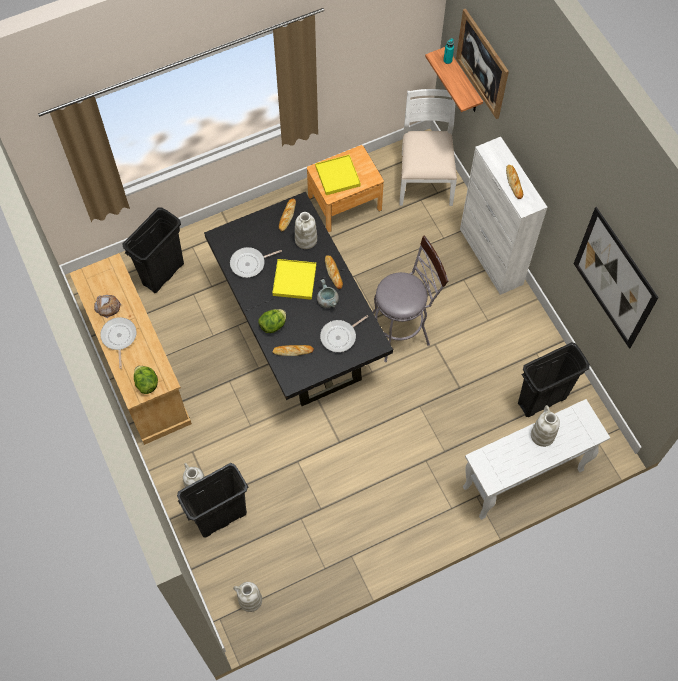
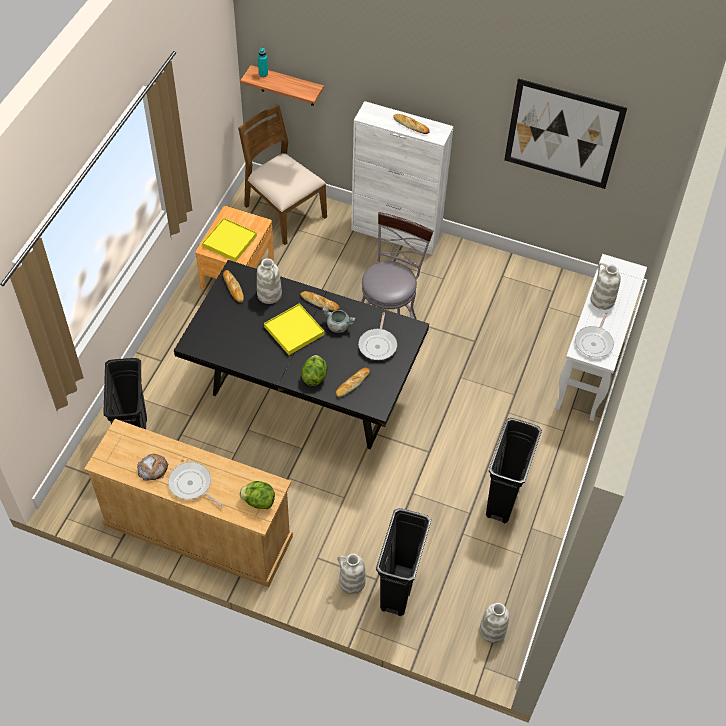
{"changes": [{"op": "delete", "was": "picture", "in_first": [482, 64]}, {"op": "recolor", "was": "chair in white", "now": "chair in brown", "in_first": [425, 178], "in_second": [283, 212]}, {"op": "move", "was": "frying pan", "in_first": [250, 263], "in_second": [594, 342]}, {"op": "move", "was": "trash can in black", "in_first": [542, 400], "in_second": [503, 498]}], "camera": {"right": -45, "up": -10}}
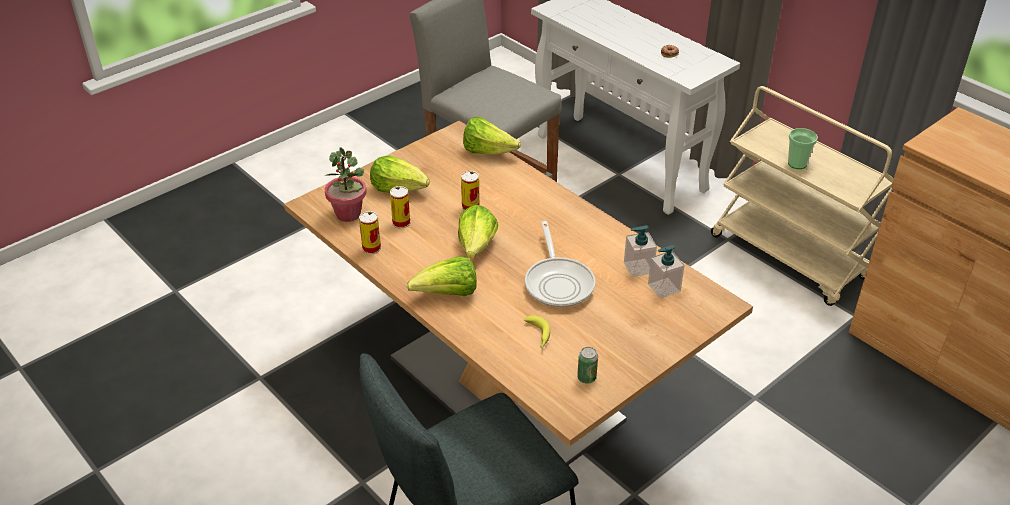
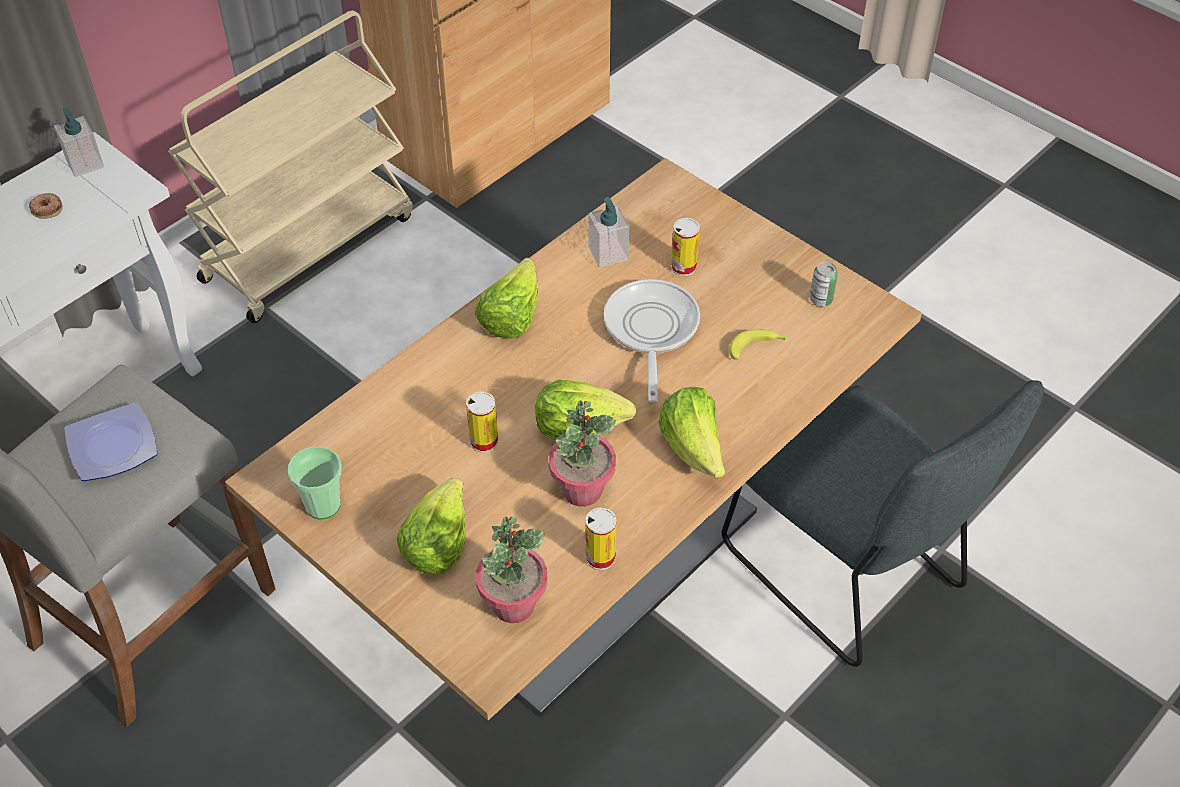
{"changes": [{"op": "move", "was": "lettuce", "in_first": [488, 152], "in_second": [511, 317]}, {"op": "move", "was": "cup", "in_first": [797, 164], "in_second": [323, 505]}, {"op": "move", "was": "can", "in_first": [401, 222], "in_second": [683, 267]}, {"op": "rotate", "was": "frying pan", "in_first": [558, 283], "in_second": [650, 331], "clockwise": -75}, {"op": "move", "was": "soap dispenser", "in_first": [663, 288], "in_second": [85, 164]}, {"op": "insert", "now": "potted plant", "in_second": [582, 490]}, {"op": "insert", "now": "plate", "in_second": [111, 446]}], "camera": {"right": -95, "up": 10}}
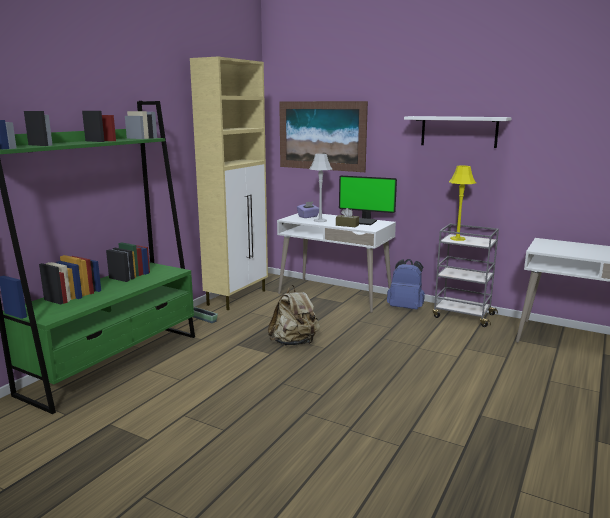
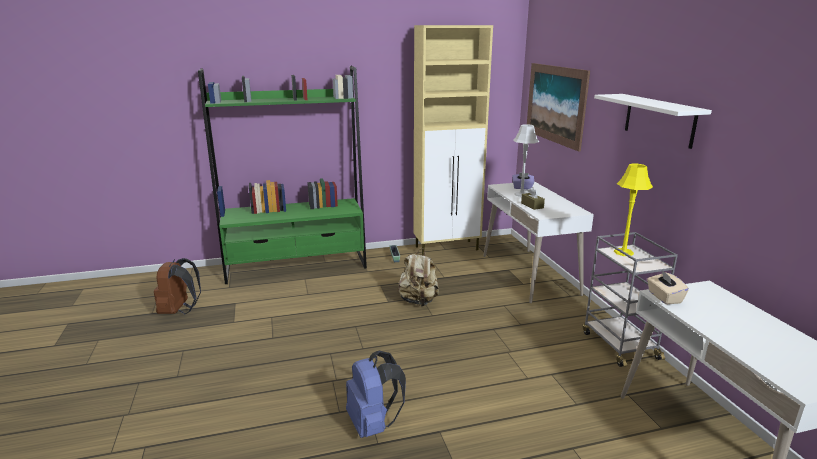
{"changes": [{"op": "delete", "was": "monitor", "in_first": [364, 222]}, {"op": "move", "was": "backpack in blue", "in_first": [406, 308], "in_second": [373, 424]}, {"op": "insert", "now": "backpack in brown", "in_second": [179, 311]}, {"op": "insert", "now": "tissue box in beige", "in_second": [664, 297]}], "camera": {"right": 45, "up": 5}}
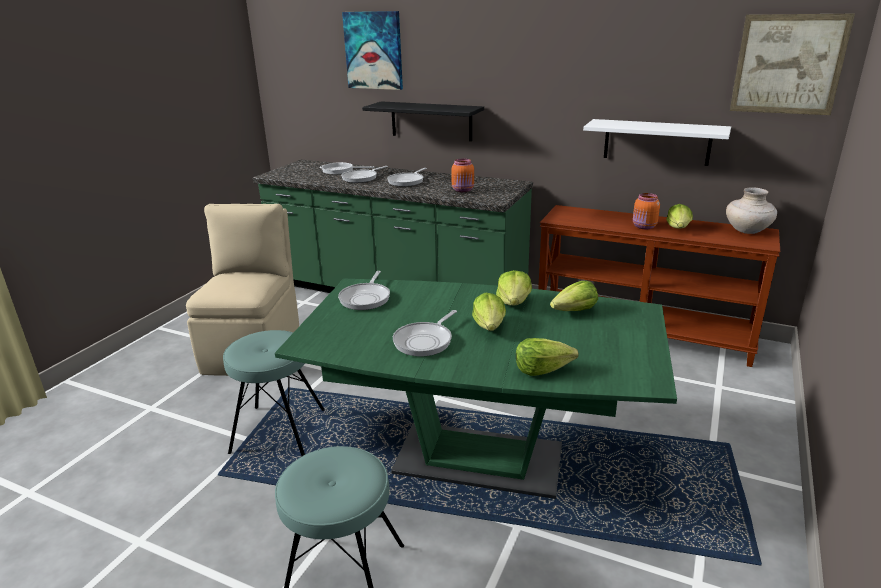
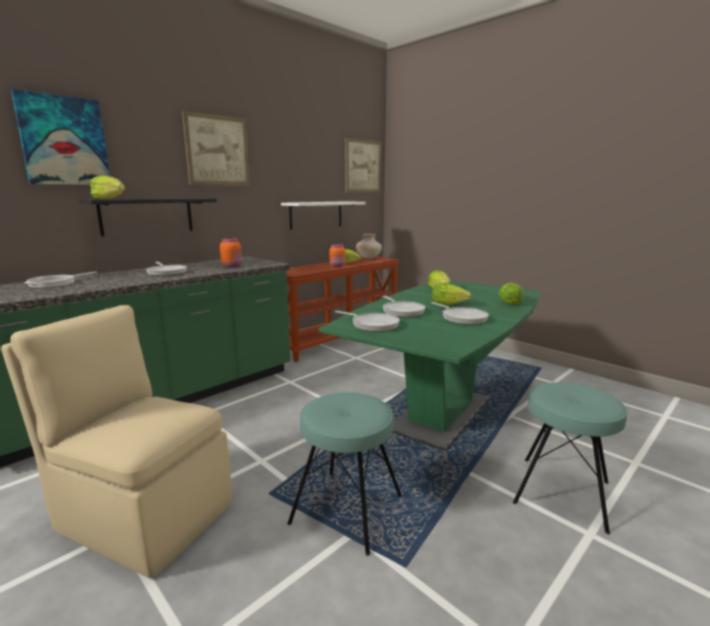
{"changes": [{"op": "move", "was": "frying pan", "in_first": [361, 178], "in_second": [402, 311]}, {"op": "move", "was": "lettuce", "in_first": [514, 302], "in_second": [110, 199]}, {"op": "insert", "now": "picture", "in_second": [217, 150]}], "camera": {"right": -70, "up": -10}}
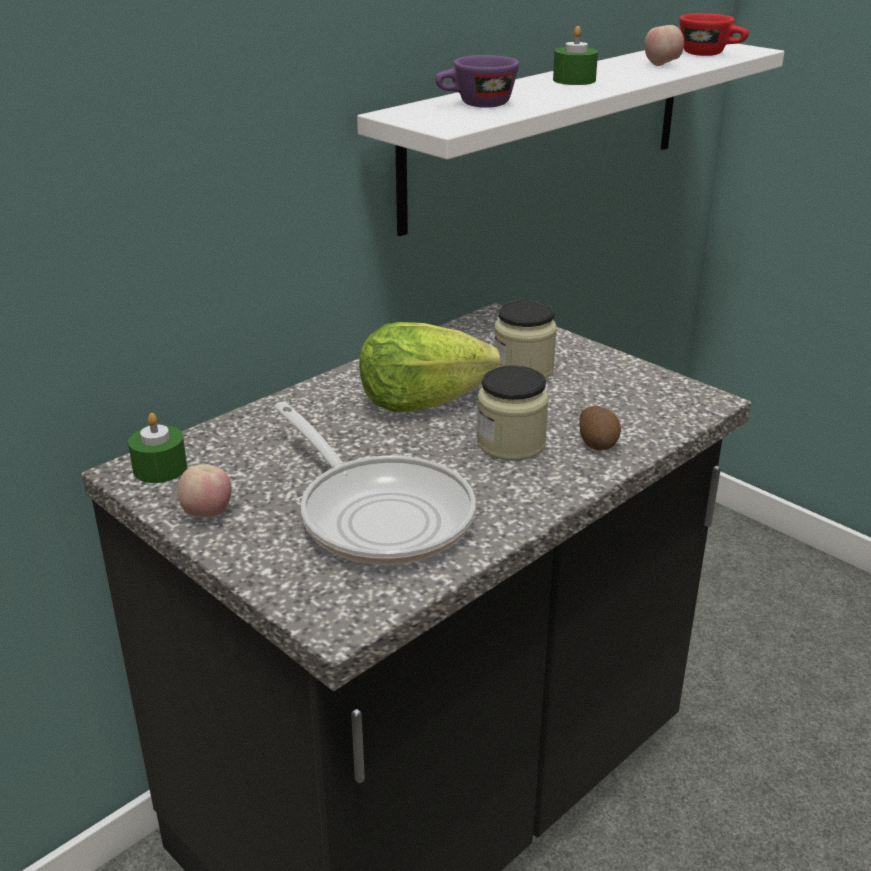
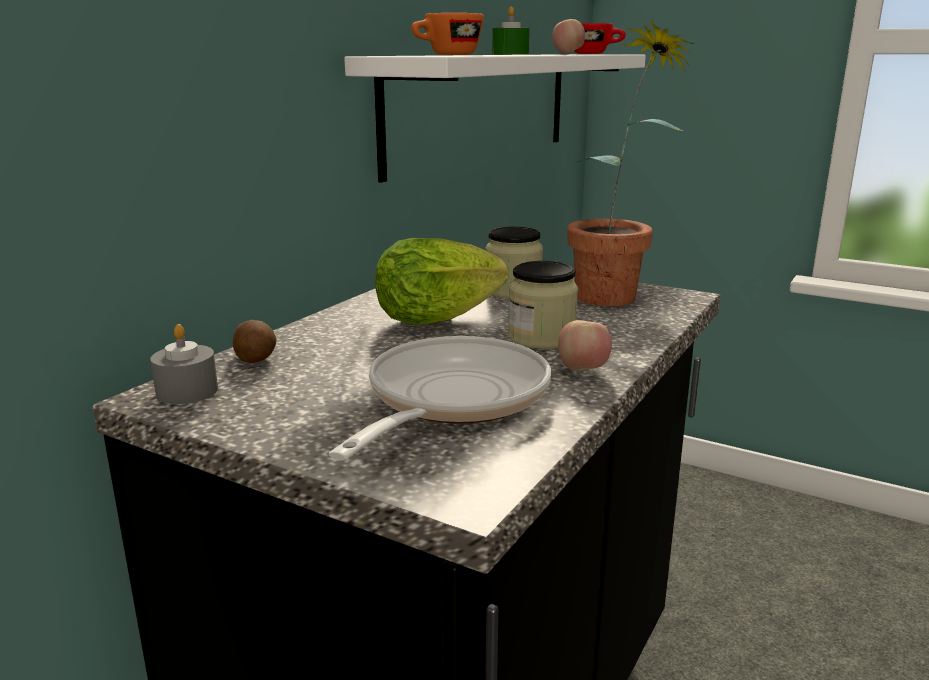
{"changes": [{"op": "recolor", "was": "cup in purple", "now": "cup in orange", "in_first": [476, 105], "in_second": [447, 54]}, {"op": "rotate", "was": "frying pan", "in_first": [379, 514], "in_second": [450, 400], "clockwise": -105}, {"op": "move", "was": "potato", "in_first": [598, 443], "in_second": [256, 358]}, {"op": "recolor", "was": "candle in green", "now": "candle in grey", "in_first": [160, 468], "in_second": [187, 391]}, {"op": "move", "was": "apple", "in_first": [207, 514], "in_second": [583, 371]}, {"op": "insert", "now": "potted plant", "in_second": [617, 293]}], "camera": {"right": -15, "up": -10}}
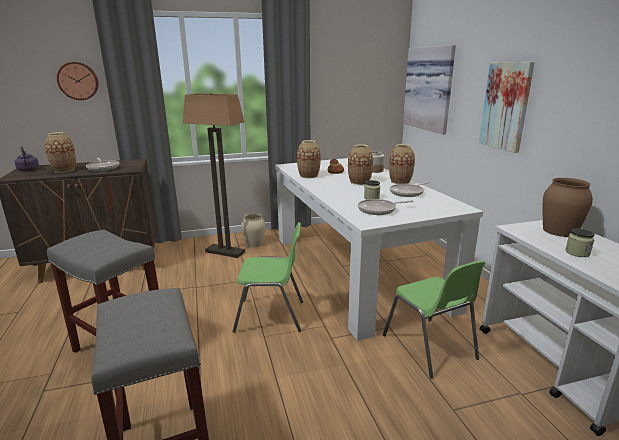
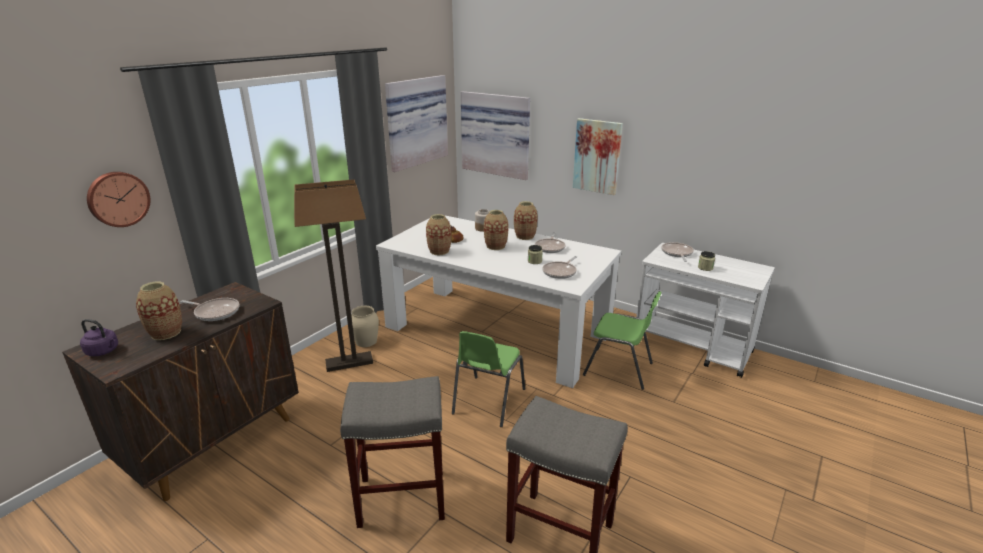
{"changes": [{"op": "replace", "was": "vase in brown", "now": "frying pan", "in_first": [559, 231], "in_second": [677, 253]}, {"op": "rotate", "was": "chair in green", "in_first": [271, 316], "in_second": [487, 401], "clockwise": 150}, {"op": "insert", "now": "picture", "in_second": [415, 121]}], "camera": {"right": -40, "up": 5}}
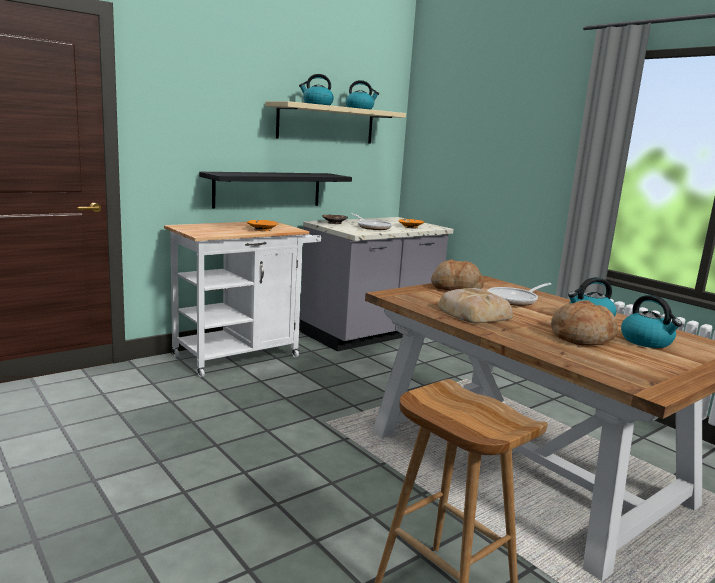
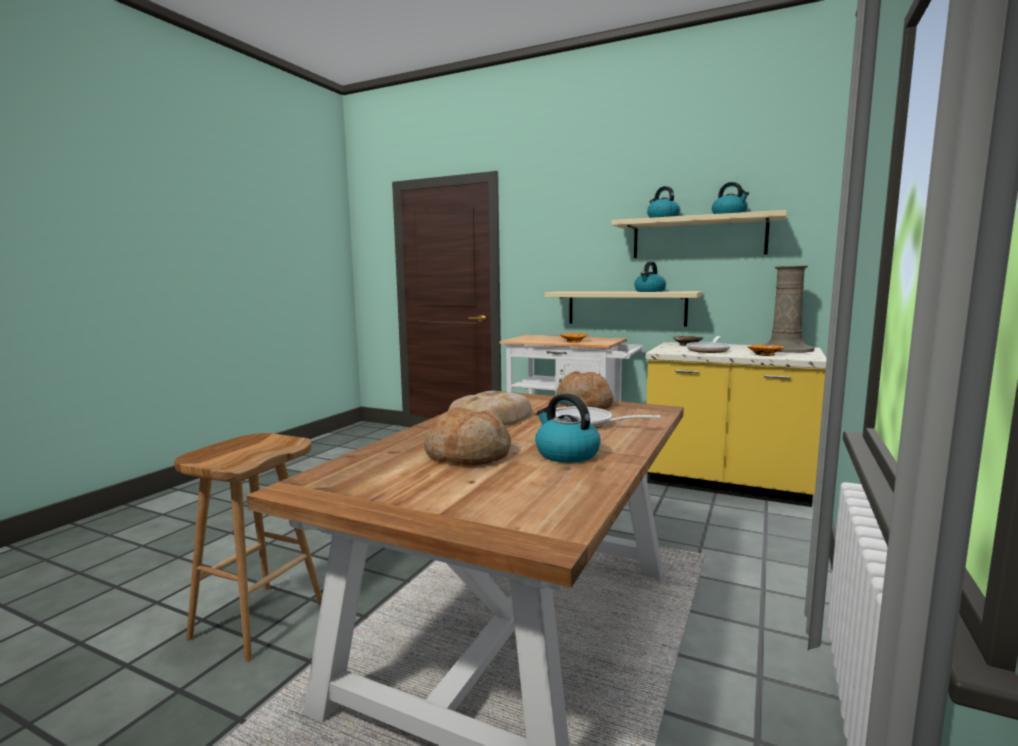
{"changes": [{"op": "recolor", "was": "shelf in black", "now": "shelf in beige", "in_first": [268, 189], "in_second": [626, 308]}, {"op": "recolor", "was": "counter in grey", "now": "counter in yellow", "in_first": [371, 334], "in_second": [726, 484]}, {"op": "move", "was": "kettle", "in_first": [647, 341], "in_second": [649, 291]}, {"op": "insert", "now": "vase in beige", "in_second": [786, 350]}], "camera": {"right": 65, "up": -5}}
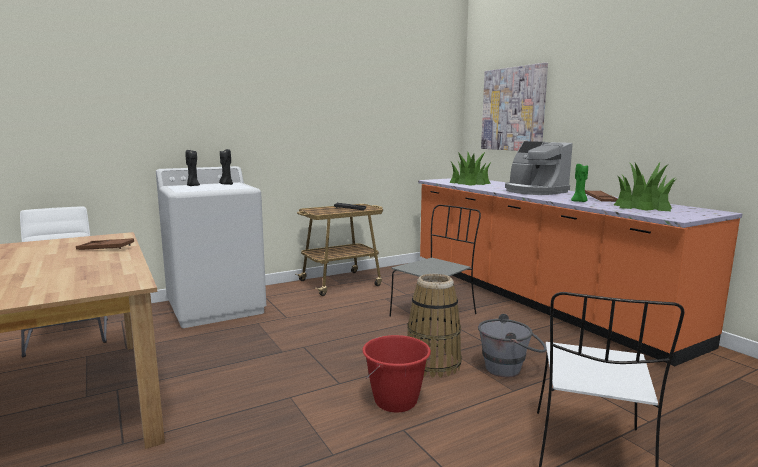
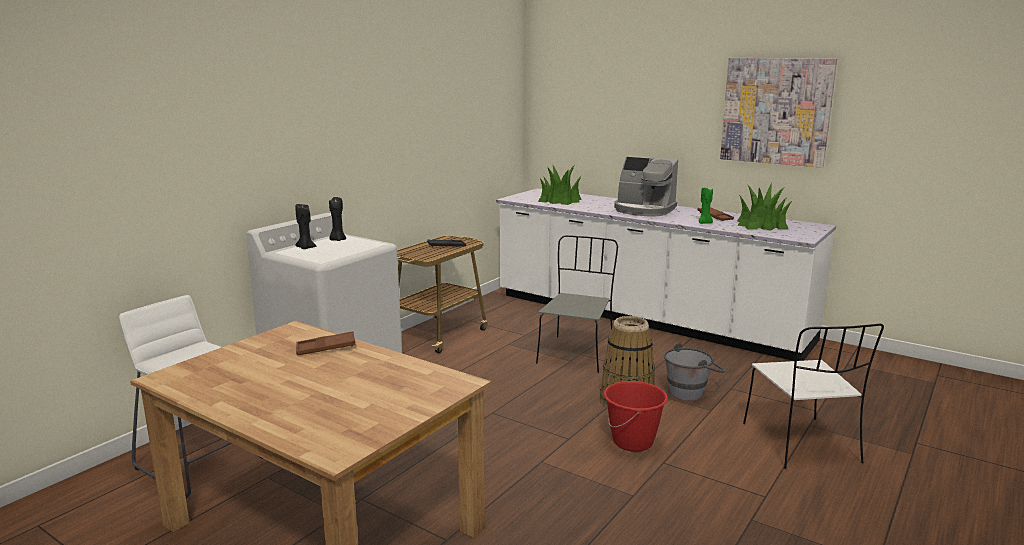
{"changes": [{"op": "move", "was": "picture", "in_first": [513, 109], "in_second": [776, 111]}, {"op": "recolor", "was": "counter in orange", "now": "counter in white", "in_first": [534, 298], "in_second": [646, 318]}], "camera": {"right": -25, "up": 5}}
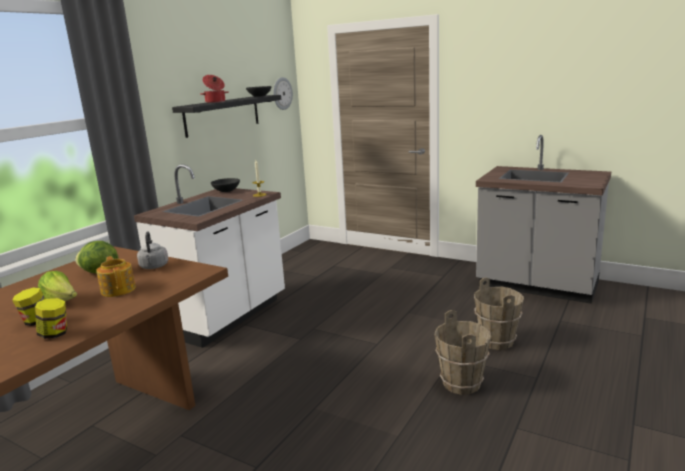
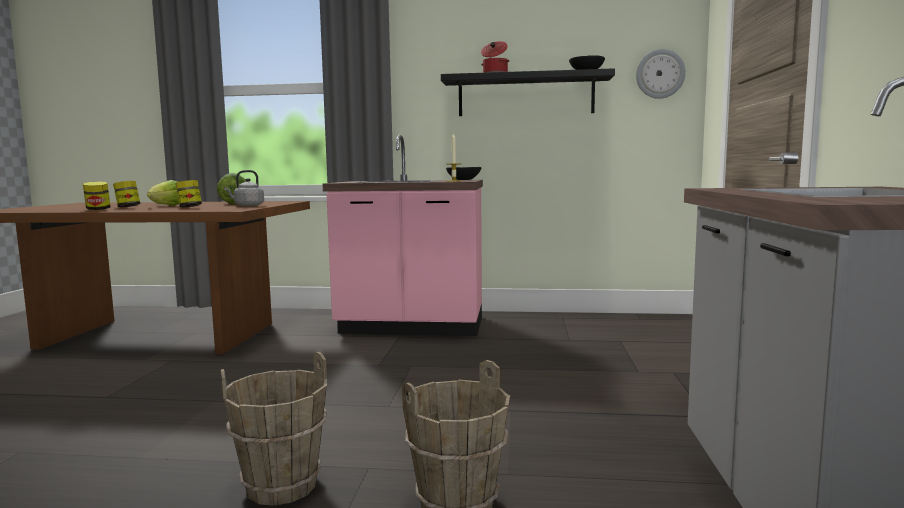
{"changes": [{"op": "recolor", "was": "counter in white", "now": "counter in pink", "in_first": [226, 317], "in_second": [411, 327]}, {"op": "replace", "was": "teapot", "now": "jar", "in_first": [118, 289], "in_second": [189, 207]}], "camera": {"right": 65, "up": -10}}
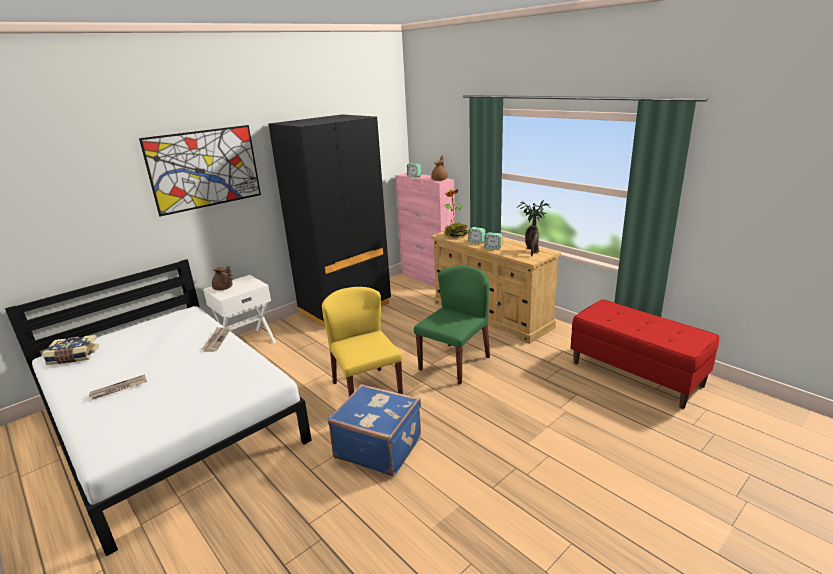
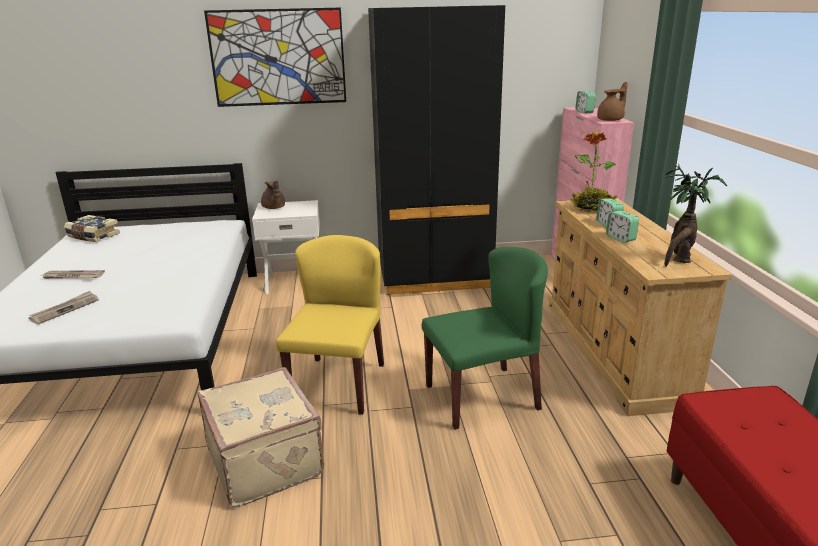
{"changes": [{"op": "move", "was": "newspaper", "in_first": [216, 340], "in_second": [65, 309]}, {"op": "recolor", "was": "suitcase in blue", "now": "suitcase in beige", "in_first": [379, 446], "in_second": [267, 460]}], "camera": {"right": 35, "up": 0}}
